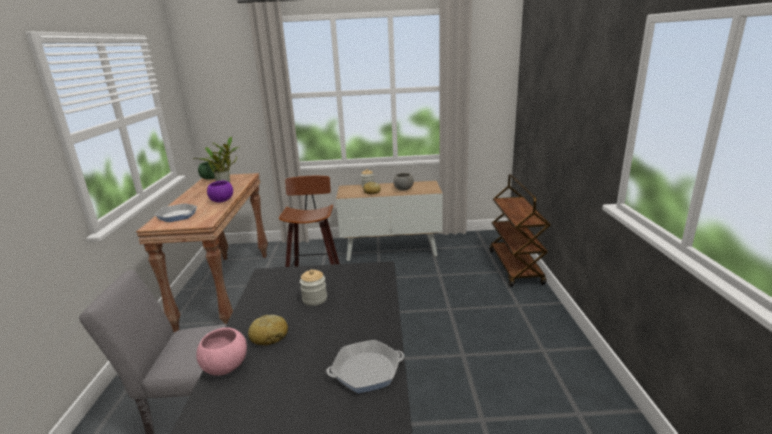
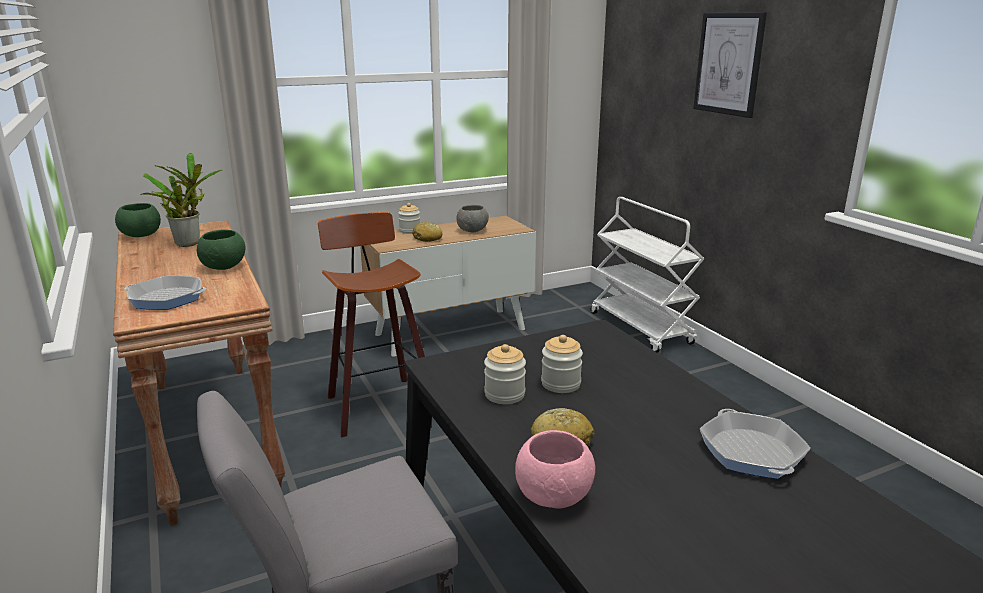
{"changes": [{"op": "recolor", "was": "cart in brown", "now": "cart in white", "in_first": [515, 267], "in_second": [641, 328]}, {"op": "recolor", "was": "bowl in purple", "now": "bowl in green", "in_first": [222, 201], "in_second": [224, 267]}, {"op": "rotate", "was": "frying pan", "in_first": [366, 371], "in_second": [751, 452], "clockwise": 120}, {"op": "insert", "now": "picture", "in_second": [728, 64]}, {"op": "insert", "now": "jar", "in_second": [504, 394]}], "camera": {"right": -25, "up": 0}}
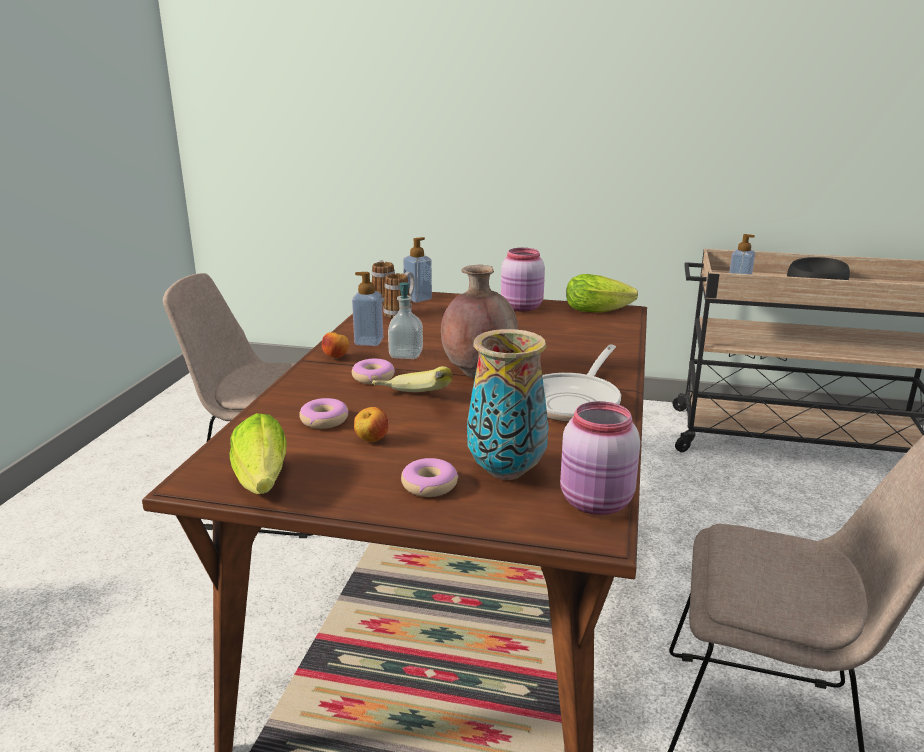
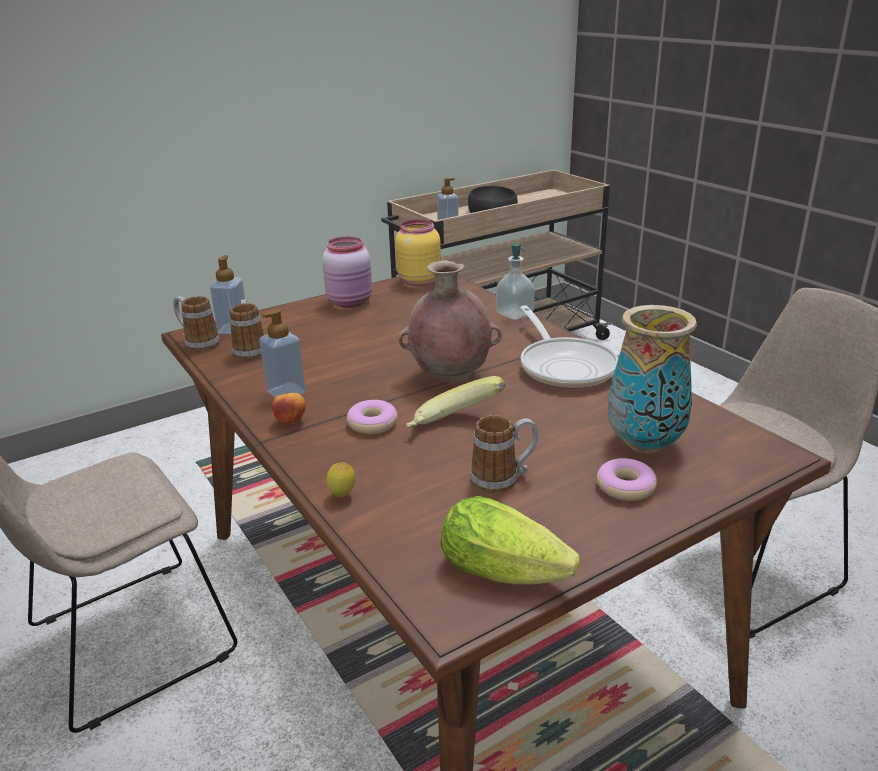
{"changes": [{"op": "replace", "was": "lettuce", "now": "jar in yellow", "in_first": [601, 310], "in_second": [418, 281]}, {"op": "move", "was": "soap dispenser", "in_first": [406, 354], "in_second": [514, 314]}, {"op": "delete", "was": "donut", "in_first": [324, 420]}, {"op": "delete", "was": "jar in pink", "in_first": [596, 503]}, {"op": "replace", "was": "apple", "now": "mug", "in_first": [371, 440], "in_second": [503, 479]}, {"op": "insert", "now": "lemon", "in_second": [342, 496]}], "camera": {"right": -45, "up": 5}}
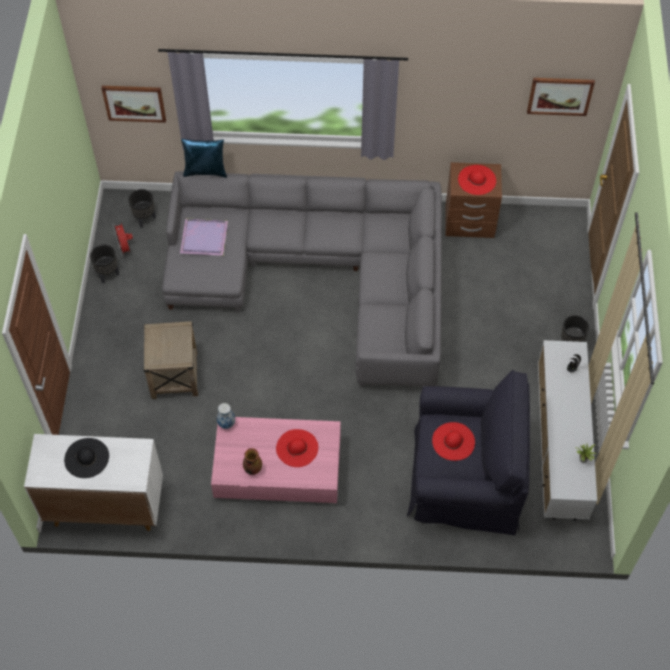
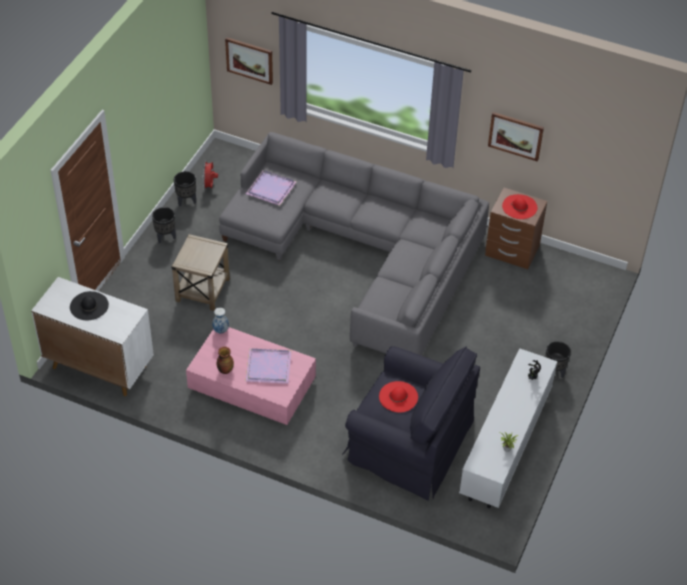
{"changes": [{"op": "move", "was": "picture", "in_first": [560, 95], "in_second": [515, 135]}, {"op": "delete", "was": "pillow in blue", "in_first": [205, 171]}, {"op": "move", "was": "planter in black", "in_first": [145, 219], "in_second": [165, 237]}, {"op": "replace", "was": "hat in red", "now": "tray in purple", "in_first": [297, 448], "in_second": [269, 366]}], "camera": {"right": 20, "up": -10}}
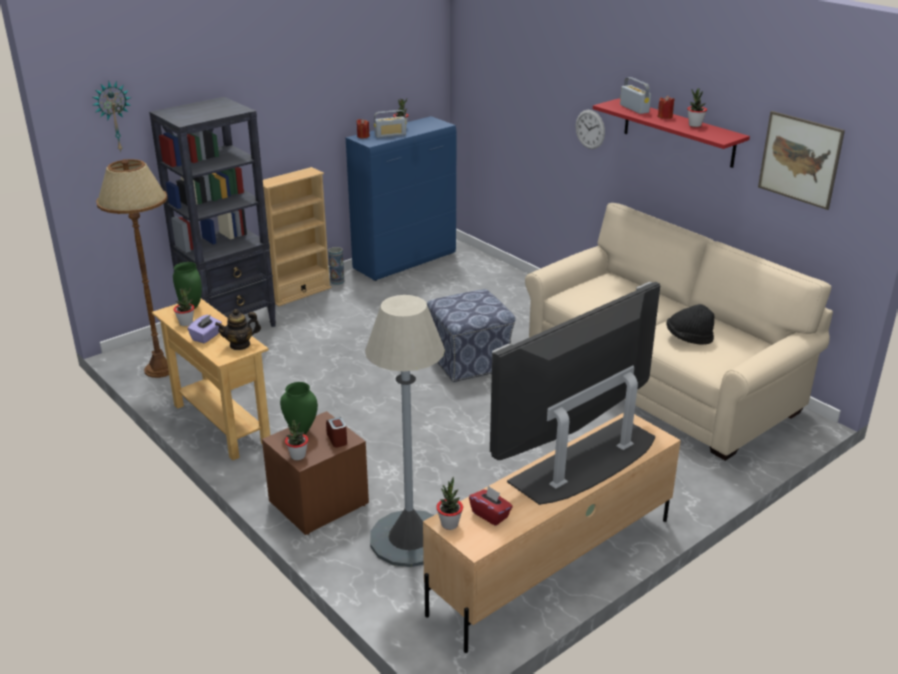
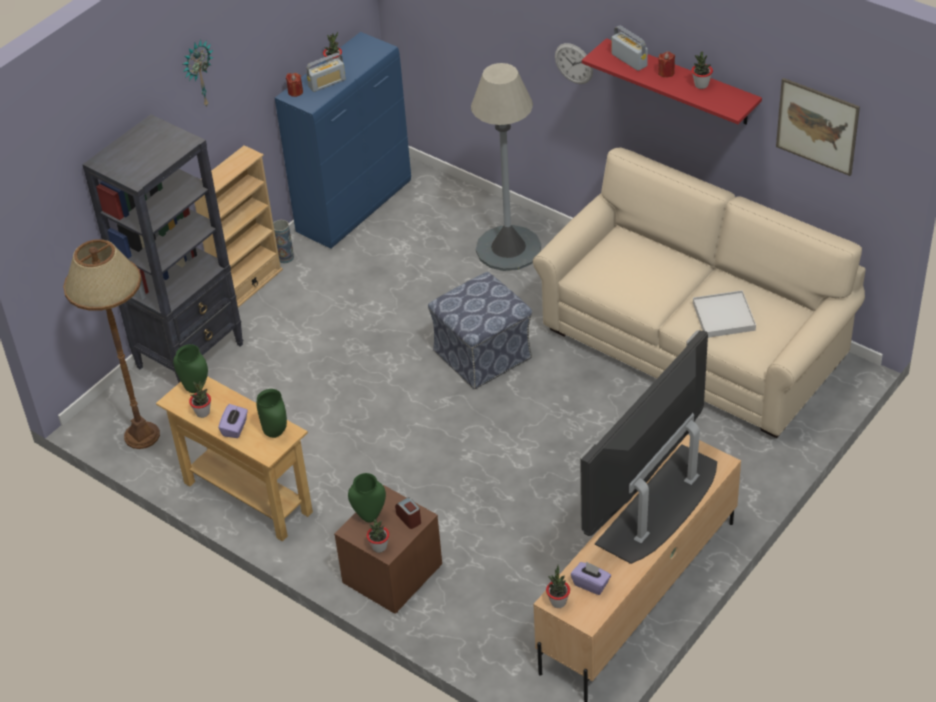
{"changes": [{"op": "move", "was": "wall clock", "in_first": [113, 116], "in_second": [198, 74]}, {"op": "move", "was": "floor lamp in grey", "in_first": [409, 539], "in_second": [508, 249]}, {"op": "replace", "was": "hat in black", "now": "tray in white", "in_first": [688, 338], "in_second": [724, 317]}, {"op": "replace", "was": "teapot", "now": "vase in green", "in_first": [240, 345], "in_second": [276, 432]}, {"op": "recolor", "was": "tissue box in red", "now": "tissue box in purple", "in_first": [490, 515], "in_second": [591, 584]}], "camera": {"right": -10, "up": 15}}
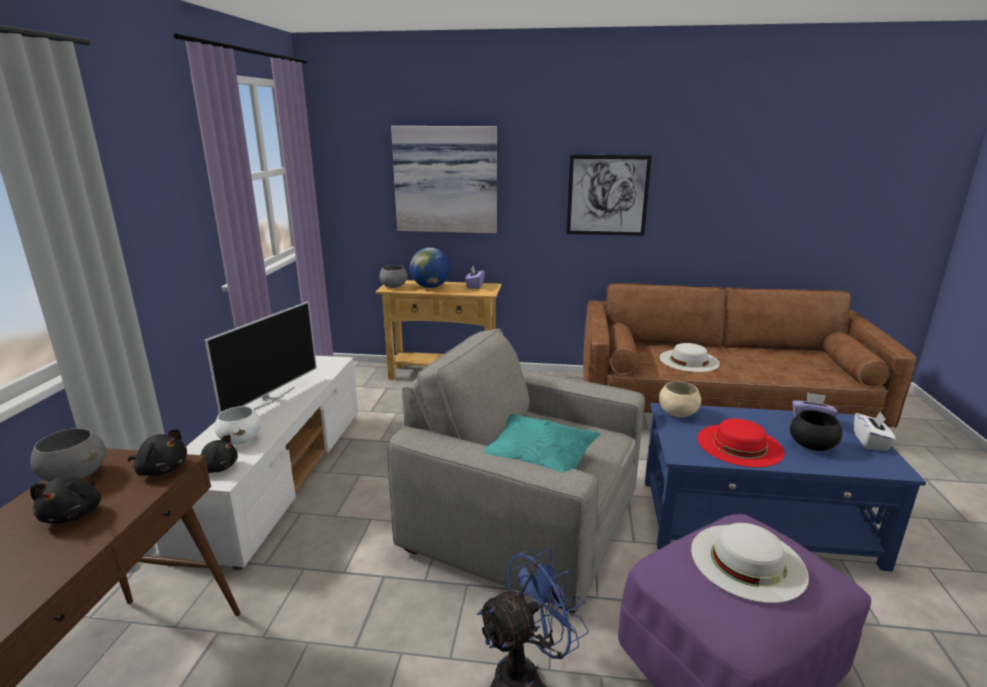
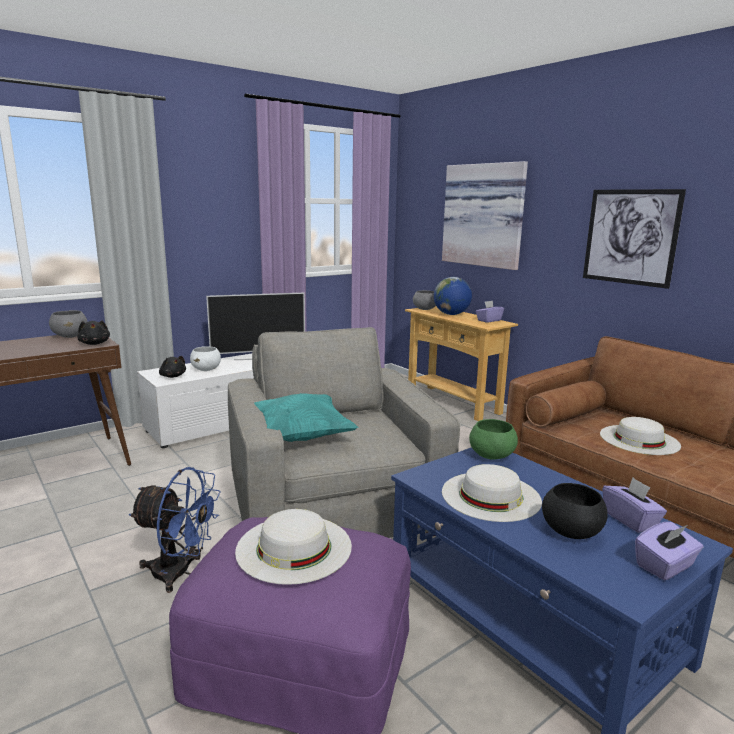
{"changes": [{"op": "recolor", "was": "bowl in beige", "now": "bowl in green", "in_first": [677, 413], "in_second": [491, 456]}, {"op": "recolor", "was": "tissue box in white", "now": "tissue box in purple", "in_first": [870, 442], "in_second": [665, 566]}, {"op": "recolor", "was": "hat in red", "now": "hat in white", "in_first": [739, 445], "in_second": [491, 496]}, {"op": "delete", "was": "plush toy in black", "in_first": [74, 514]}], "camera": {"right": 45, "up": -5}}
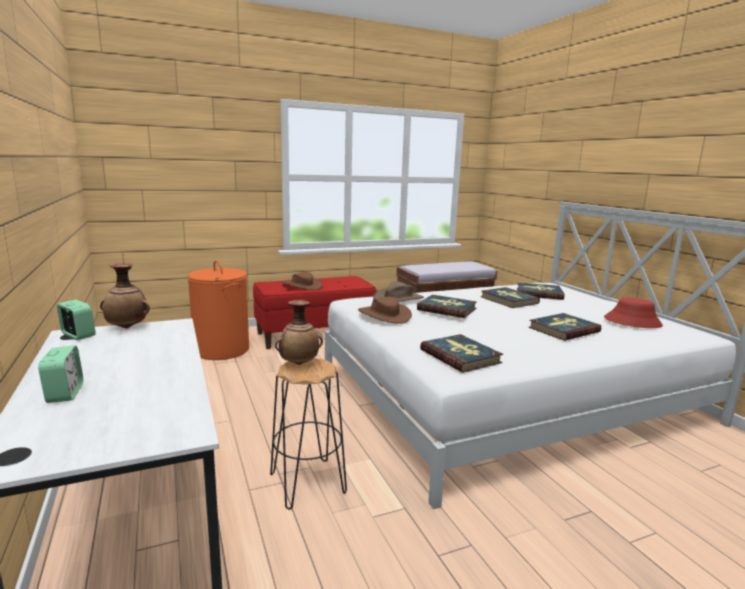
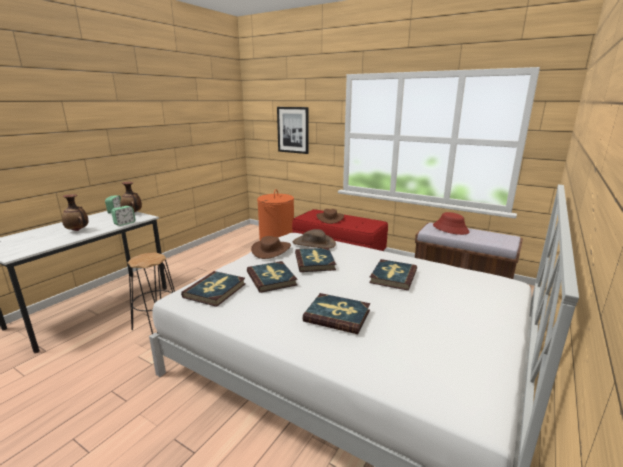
{"changes": [{"op": "move", "was": "book", "in_first": [539, 293], "in_second": [271, 278]}, {"op": "move", "was": "hat in red", "in_first": [632, 322], "in_second": [450, 228]}, {"op": "move", "was": "vase", "in_first": [299, 363], "in_second": [78, 230]}, {"op": "move", "was": "alarm clock", "in_first": [65, 394], "in_second": [124, 223]}, {"op": "insert", "now": "picture", "in_second": [293, 130]}], "camera": {"right": 55, "up": 5}}
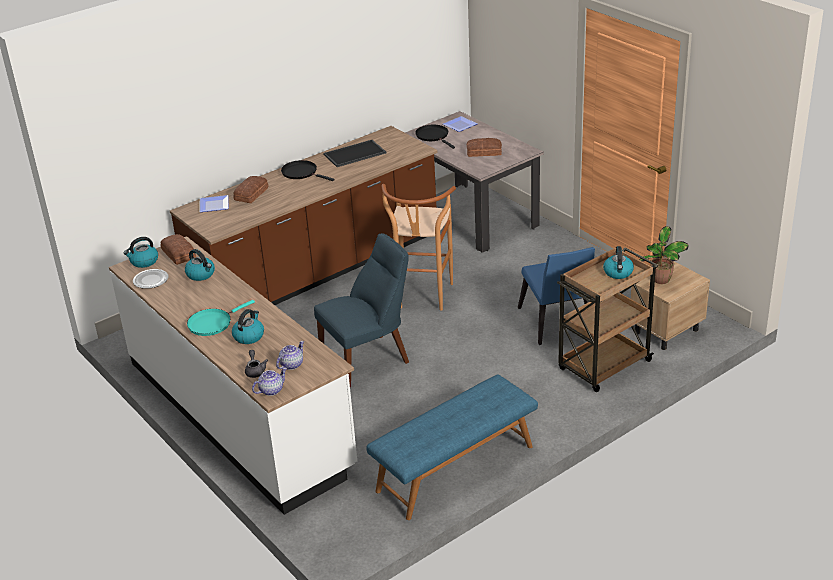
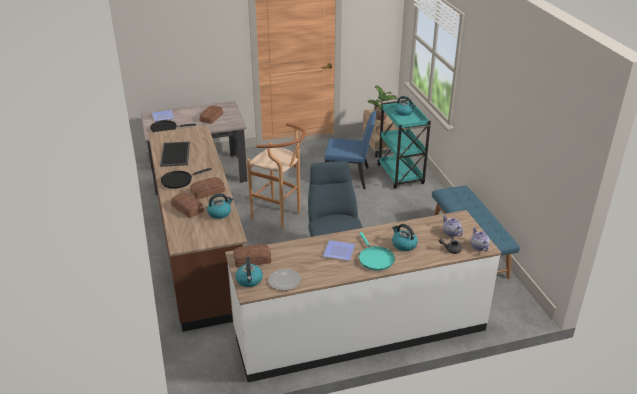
{"changes": [{"op": "move", "was": "plate", "in_first": [215, 205], "in_second": [340, 251]}, {"op": "recolor", "was": "cart in brown", "now": "cart in turquoise", "in_first": [603, 366], "in_second": [400, 175]}, {"op": "move", "was": "kettle", "in_first": [201, 274], "in_second": [219, 213]}, {"op": "insert", "now": "bread", "in_second": [208, 192]}], "camera": {"right": -70, "up": 0}}
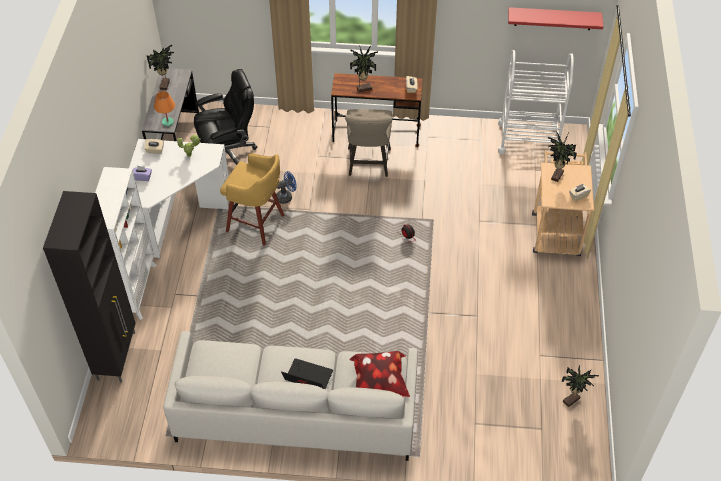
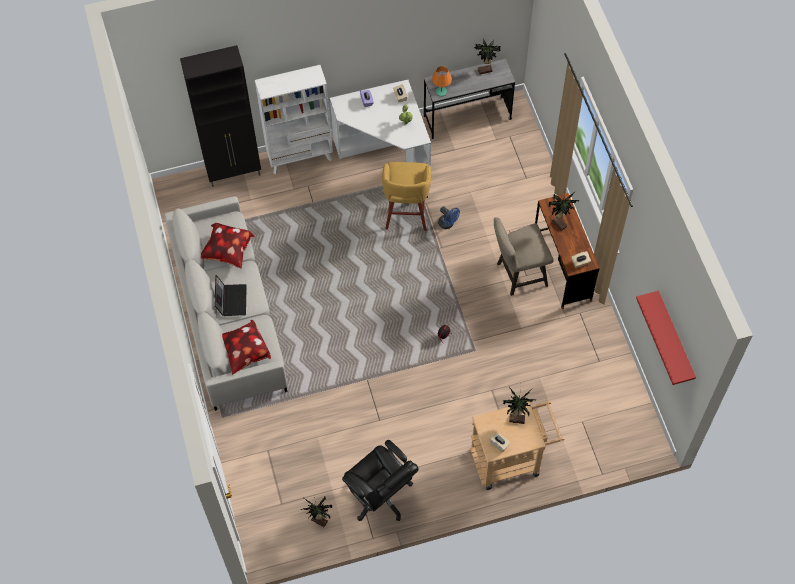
{"changes": [{"op": "delete", "was": "cart in white", "in_first": [528, 139]}, {"op": "move", "was": "office chair in black", "in_first": [228, 153], "in_second": [381, 495]}, {"op": "insert", "now": "pillow", "in_second": [228, 253]}], "camera": {"right": 70, "up": 10}}
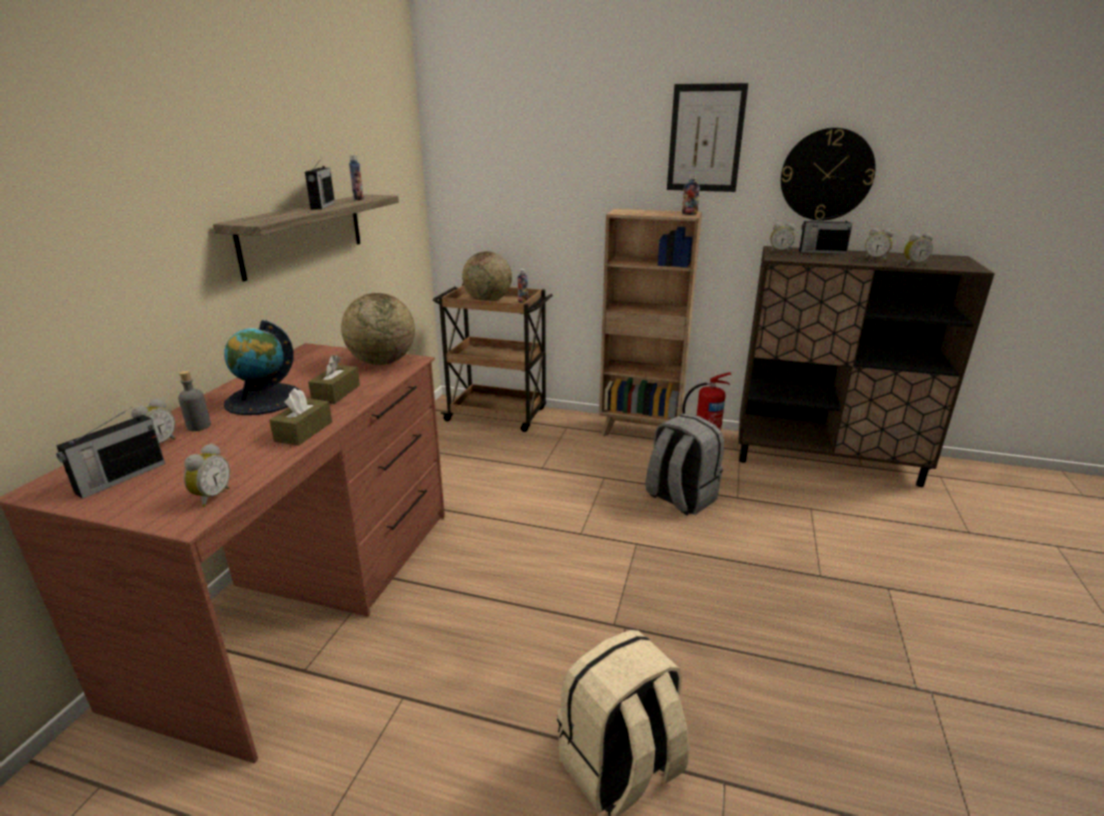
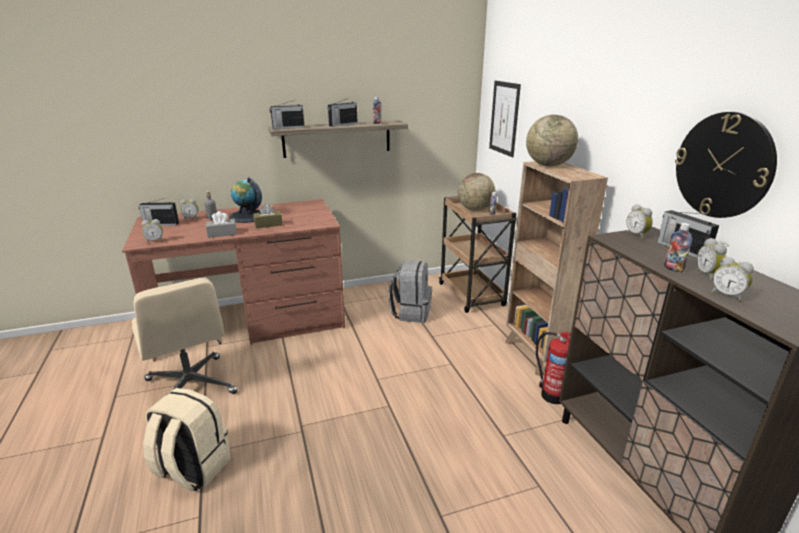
{"changes": [{"op": "move", "was": "picture", "in_first": [705, 139], "in_second": [504, 118]}, {"op": "move", "was": "bottle", "in_first": [689, 214], "in_second": [673, 269]}, {"op": "move", "was": "globe", "in_first": [382, 362], "in_second": [548, 165]}, {"op": "recolor", "was": "tissue box in brown", "now": "tissue box in grey", "in_first": [304, 431], "in_second": [222, 233]}, {"op": "move", "was": "backpack in grey", "in_first": [679, 498], "in_second": [411, 312]}, {"op": "insert", "now": "radio", "in_second": [288, 127]}, {"op": "insert", "now": "office chair in beige", "in_second": [191, 387]}], "camera": {"right": 55, "up": 0}}
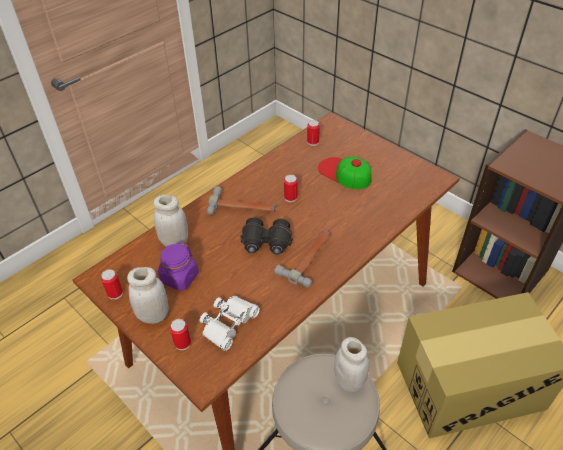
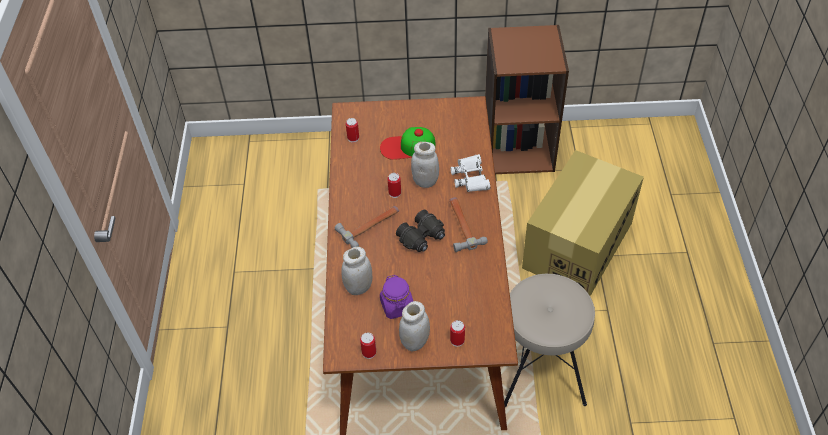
{"changes": [{"op": "move", "was": "binoculars in white", "in_first": [228, 324], "in_second": [470, 177]}, {"op": "move", "was": "jar in white", "in_first": [349, 381], "in_second": [425, 181]}], "camera": {"right": -45, "up": 5}}
